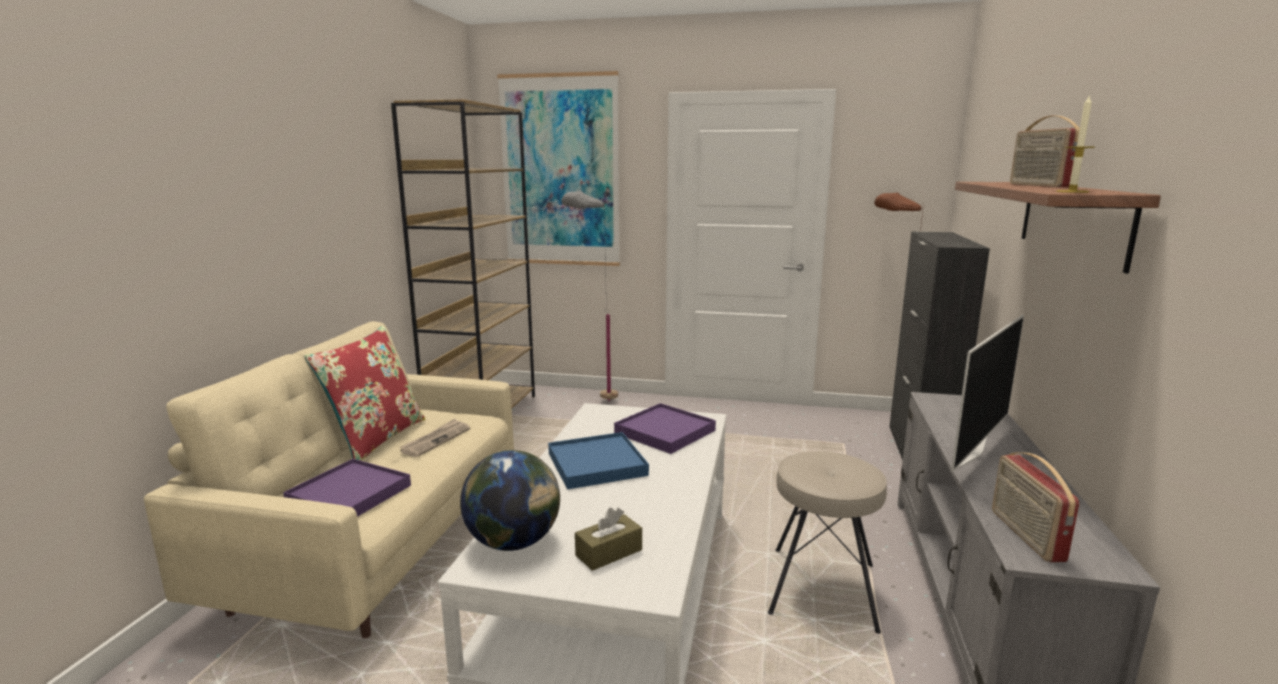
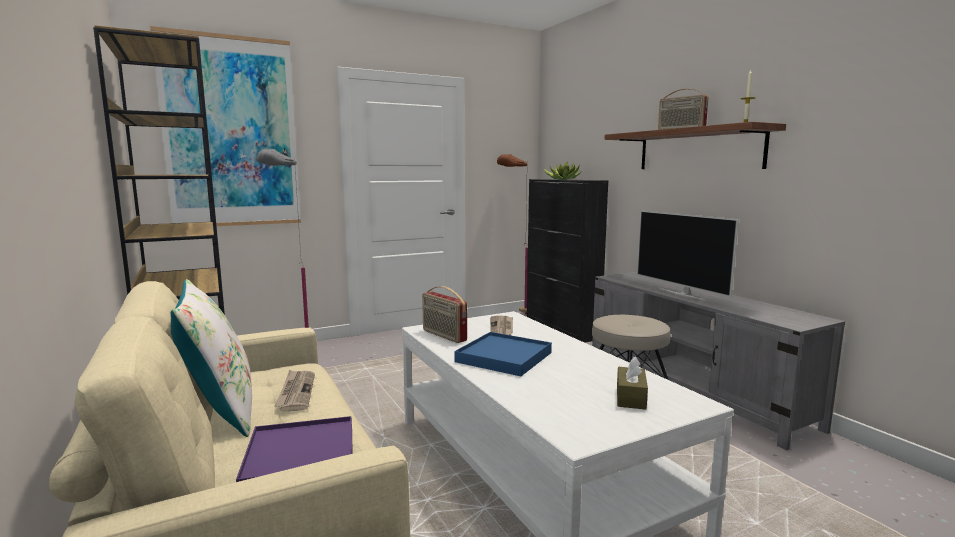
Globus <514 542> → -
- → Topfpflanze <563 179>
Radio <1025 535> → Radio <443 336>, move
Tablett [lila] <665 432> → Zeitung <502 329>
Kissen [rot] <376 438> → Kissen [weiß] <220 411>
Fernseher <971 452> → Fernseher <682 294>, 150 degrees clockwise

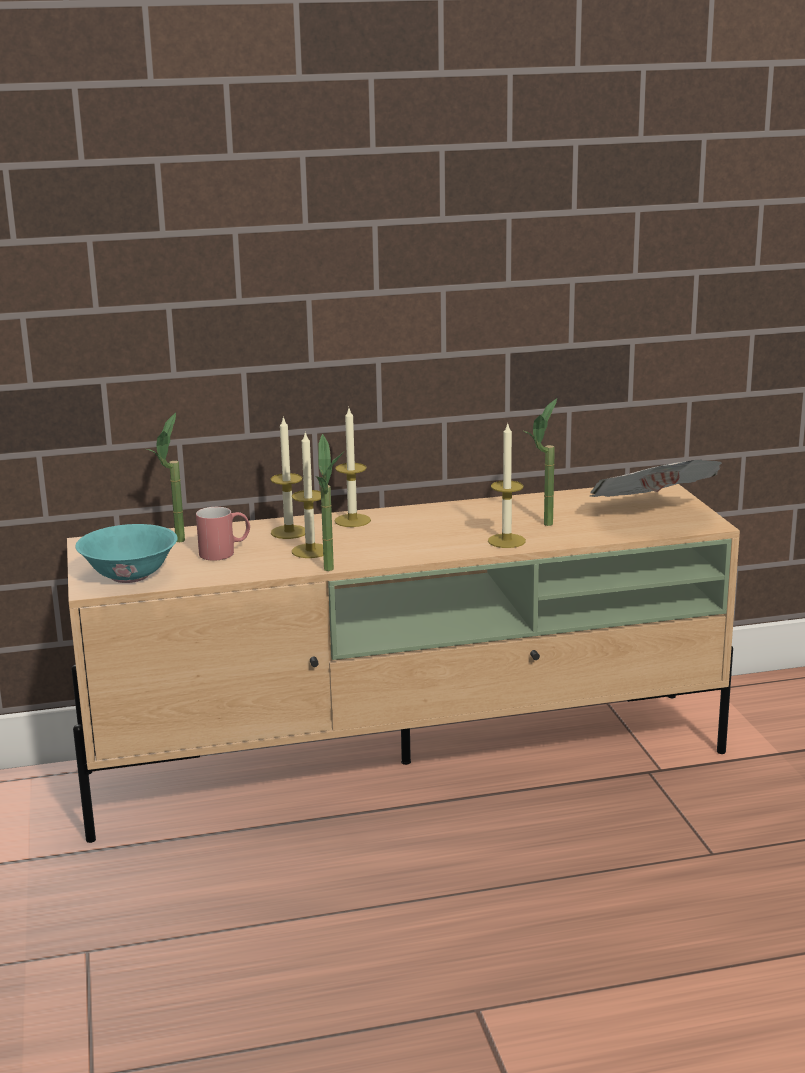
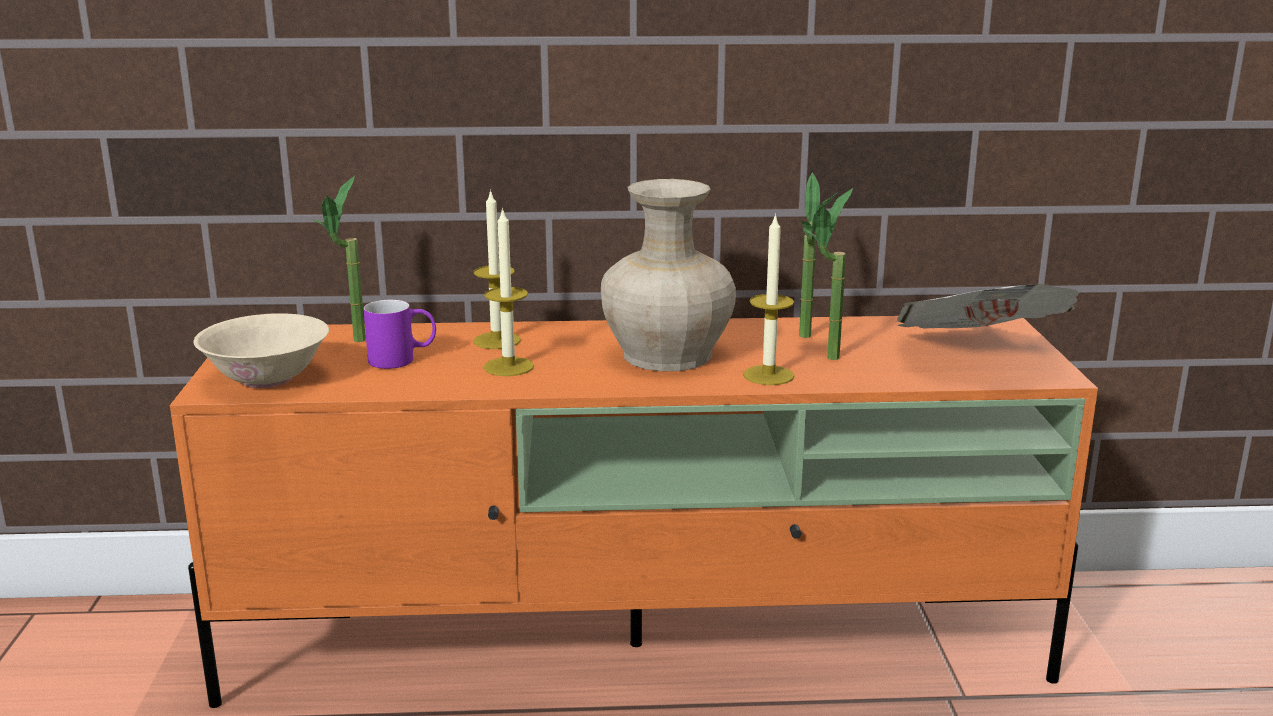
Kerze <352 520> → -
- → Vase [beige] <669 356>
Topfpflanze <332 572> → Topfpflanze <809 340>, move
Fernsehschrank [beige] <410 762> → Fernsehschrank [orange] <641 644>
Schüssel [türkis] <130 575> → Schüssel [beige] <268 378>
Henkelbecher [rot] <225 552> → Henkelbecher [lila] <403 359>

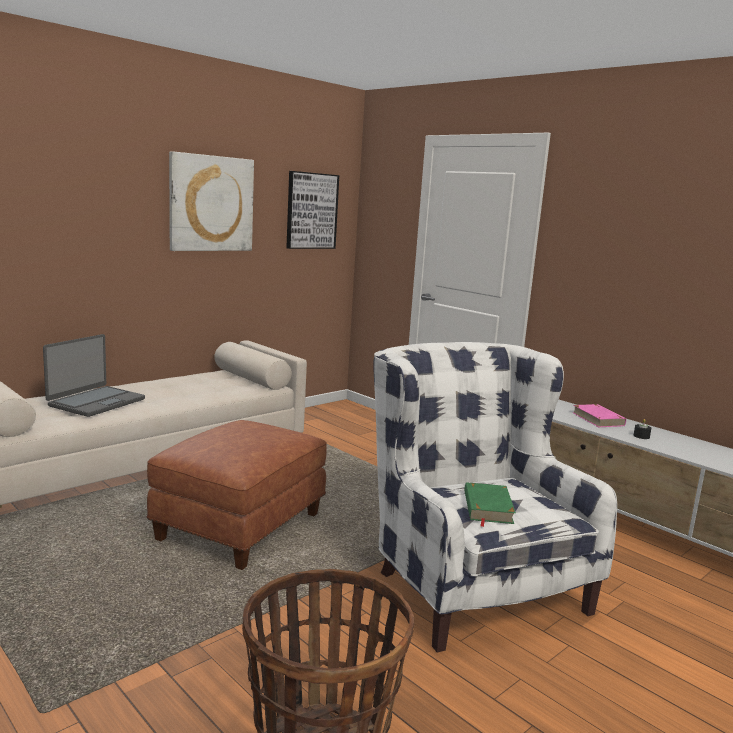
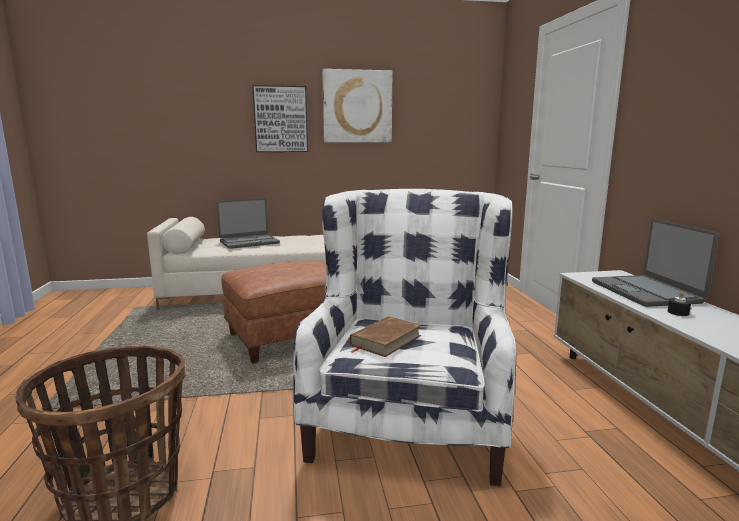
Bild <311 211> → Bild <280 119>, move
Buch [rosa] <598 419> → Laptop <645 292>
Buch [grün] <487 508> → Buch [braun] <385 340>

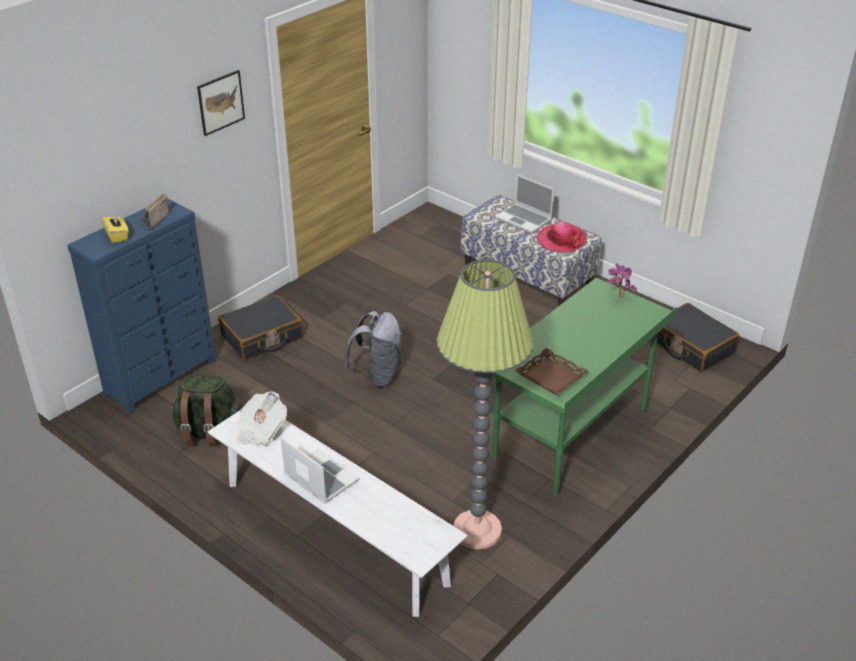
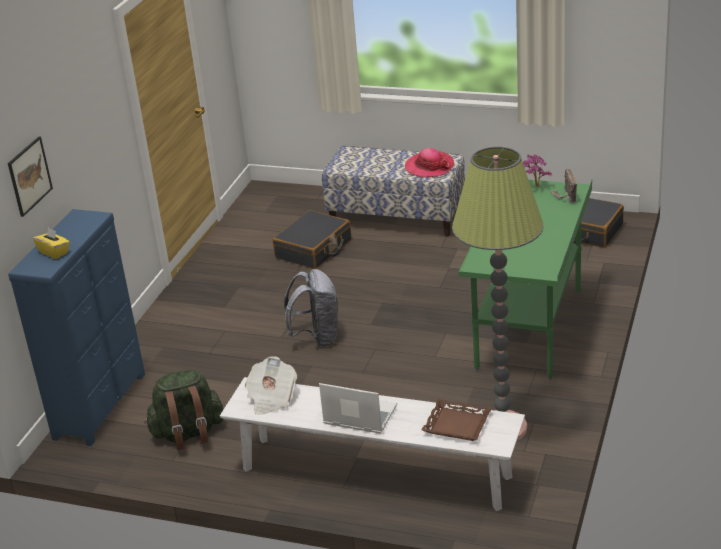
Laptop <524 219> → -
Radio <153 221> → Radio <565 196>, move
Bild <220 102> → Bild <29 176>, move
Koffer [schwarz] <262 337> → Koffer [schwarz] <314 249>, move
Tablett [braun] <550 376> → Tablett [braun] <457 425>, move

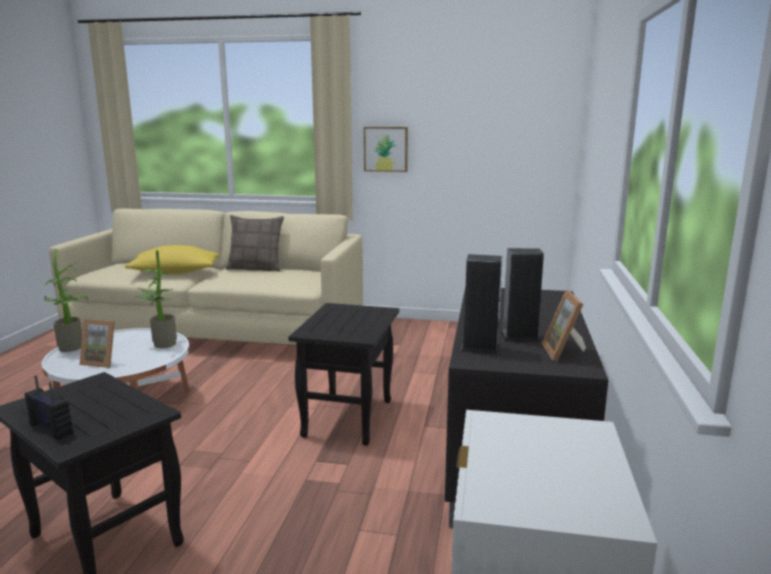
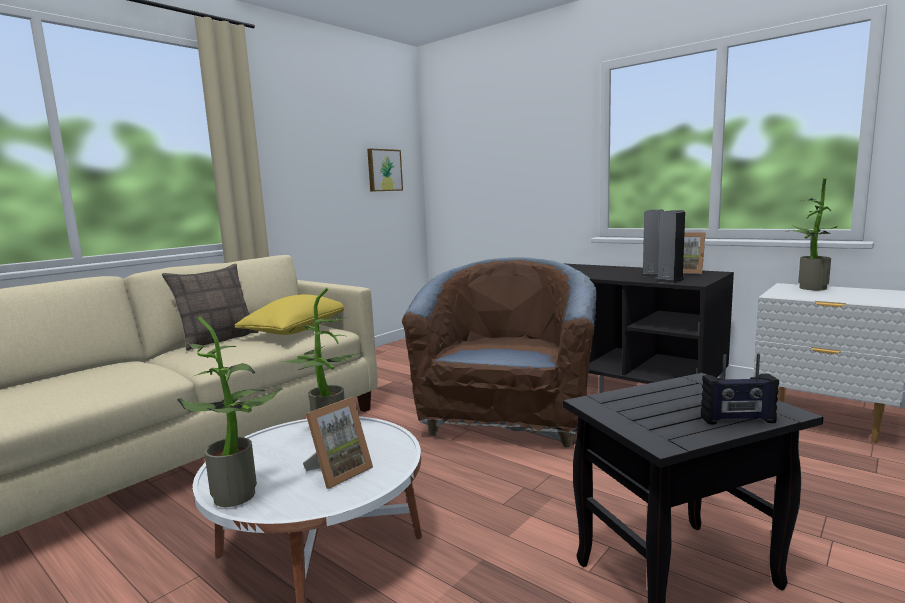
- → Topfpflanze <808 288>
Kissen [gelb] <175 273> → Kissen [gelb] <298 331>, move
Bild <386 149> → Bild <384 170>, move
Beistelltisch [schwarz] <348 420> → Sessel [braun] <508 420>
Radio <52 429> → Radio <738 420>, 150 degrees counterclockwise

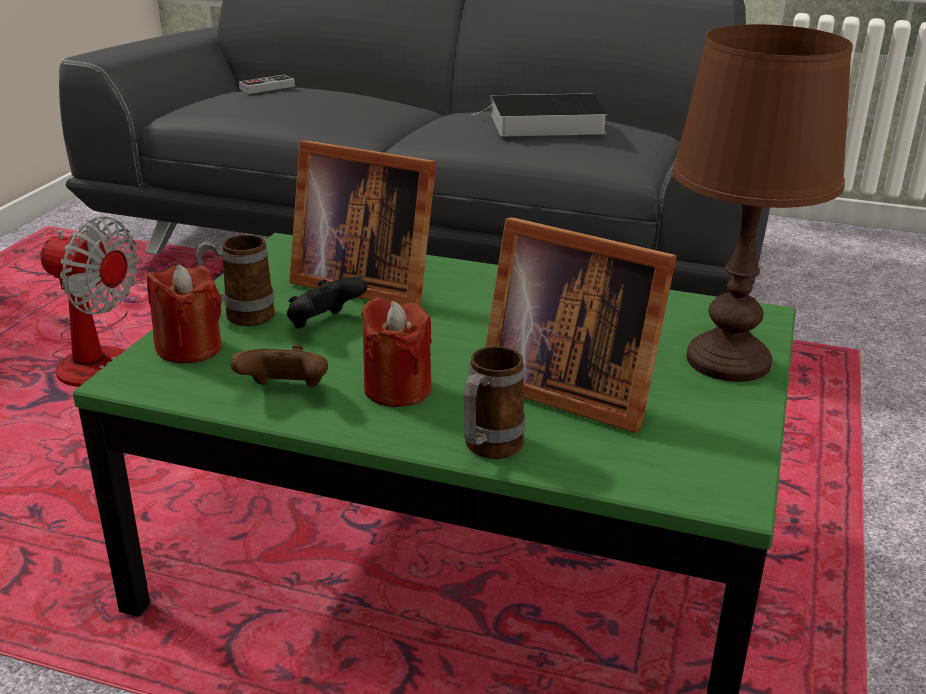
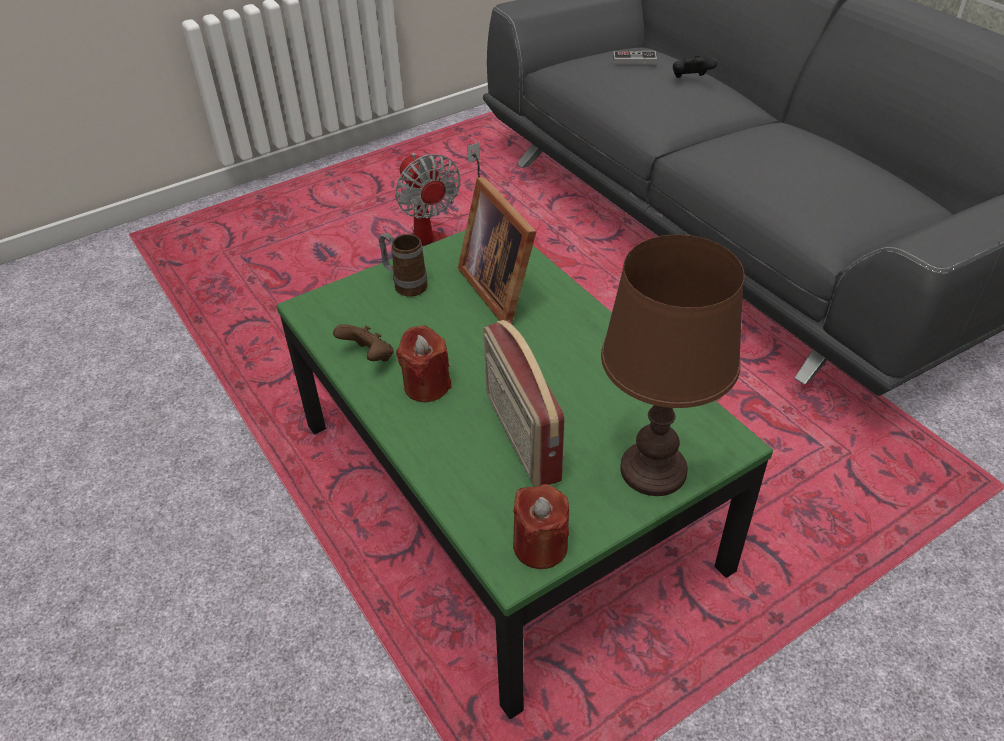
Henkelbecher <487 450> → -
Buch <543 124> → -
Kerze [rot] <189 348> → Kerze [rot] <540 546>, move
Gamepad [schwarz] <324 324> → Gamepad [schwarz] <690 79>, move
Bilderrahmen <567 389> → Radio <520 437>

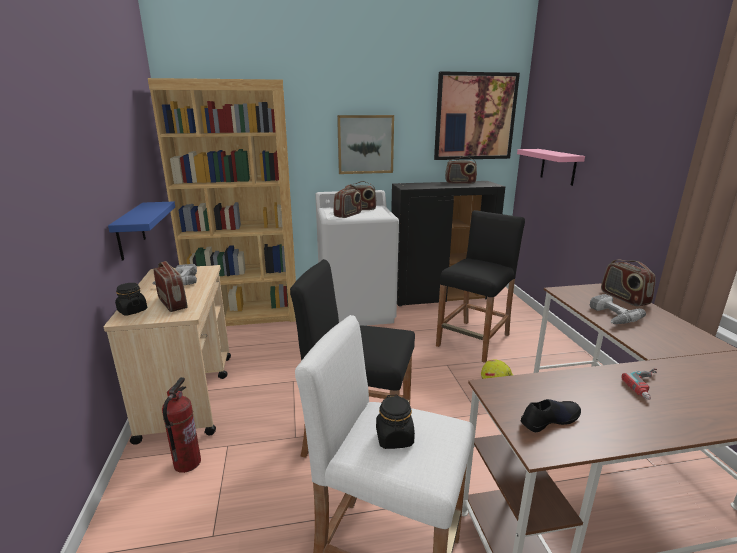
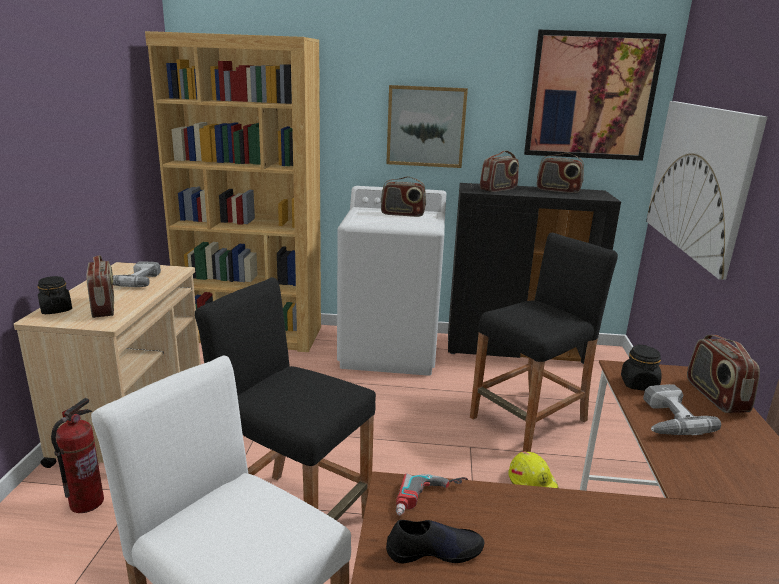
Wandregal [blau] <130 231> → -
Radio <348 215> → Radio <498 189>, move
Vorratsglas [schwarz] <394 438> → Vorratsglas [schwarz] <639 384>, move
Bohrmaschine <650 387> → Bohrmaschine <431 500>, move
Wandregal [rosa] <558 166> → Bild <698 179>

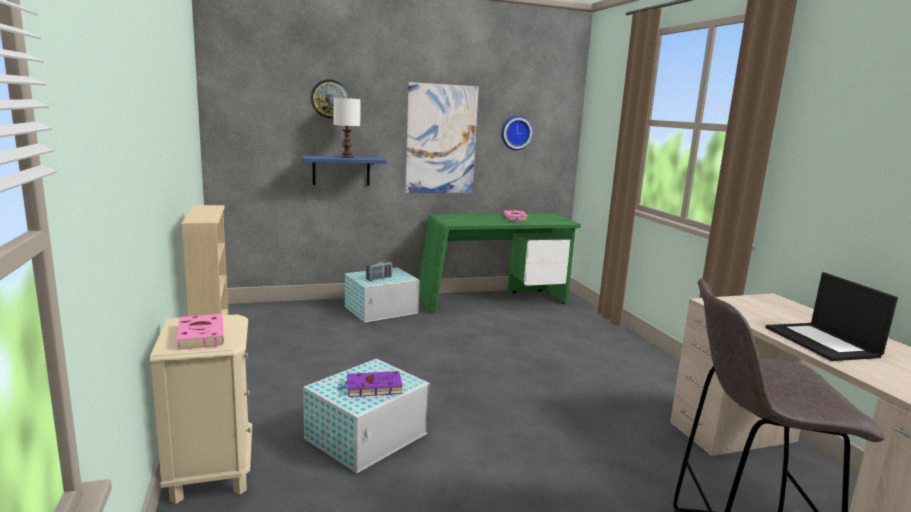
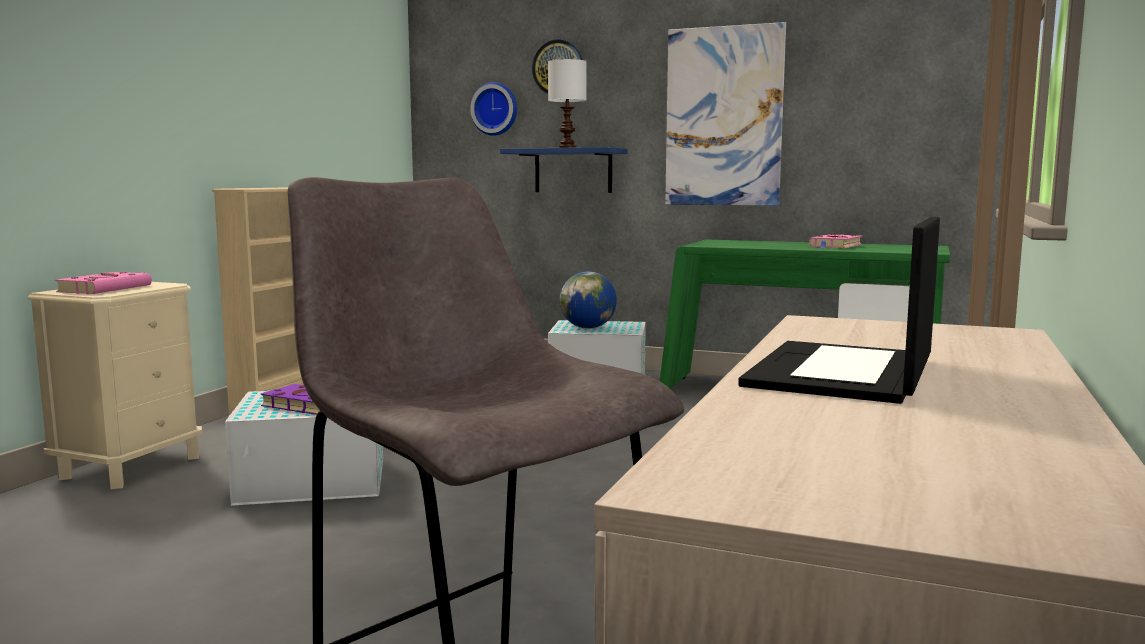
Wanduhr <515 133> → Wanduhr <495 109>, move
Radio <379 278> → Globus <588 328>

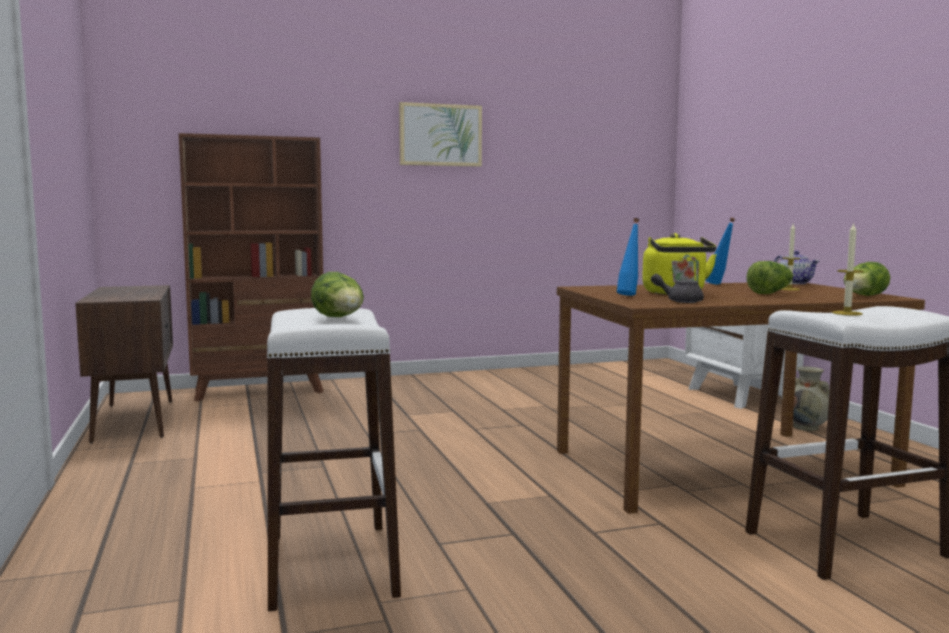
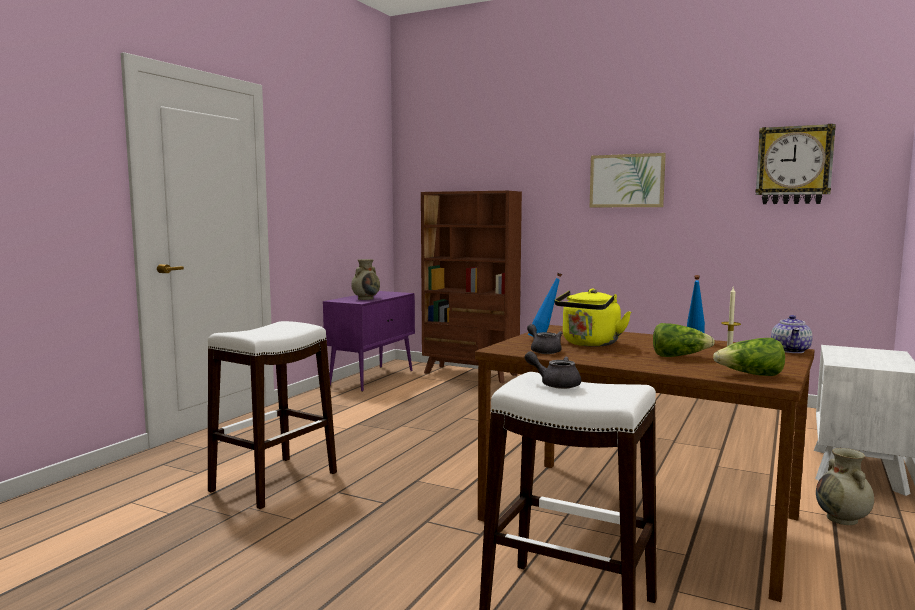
Salatkopf <340 318> → -
- → Vase [beige] <366 298>
- → Wanduhr <794 165>
Kerze <847 313> → Teekanne [grau] <555 384>
Schrank [braun] <134 420> → Schrank [lila] <372 378>

